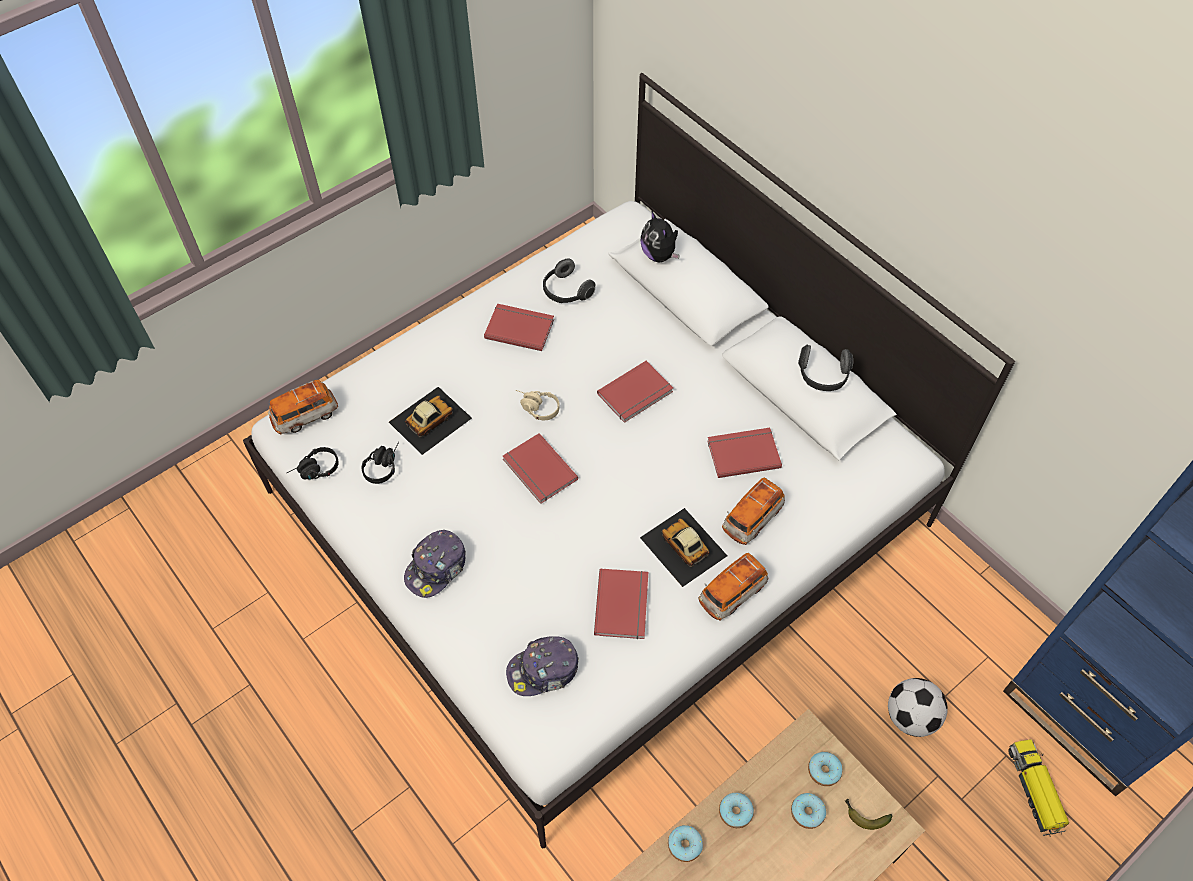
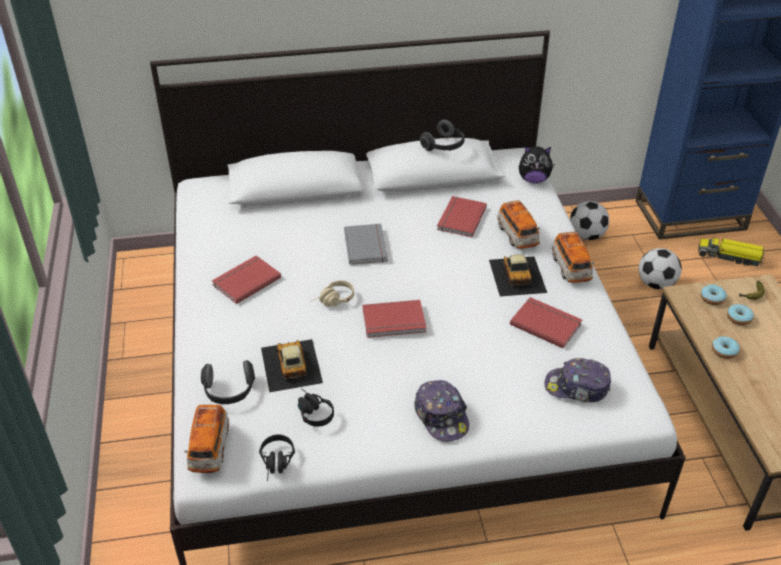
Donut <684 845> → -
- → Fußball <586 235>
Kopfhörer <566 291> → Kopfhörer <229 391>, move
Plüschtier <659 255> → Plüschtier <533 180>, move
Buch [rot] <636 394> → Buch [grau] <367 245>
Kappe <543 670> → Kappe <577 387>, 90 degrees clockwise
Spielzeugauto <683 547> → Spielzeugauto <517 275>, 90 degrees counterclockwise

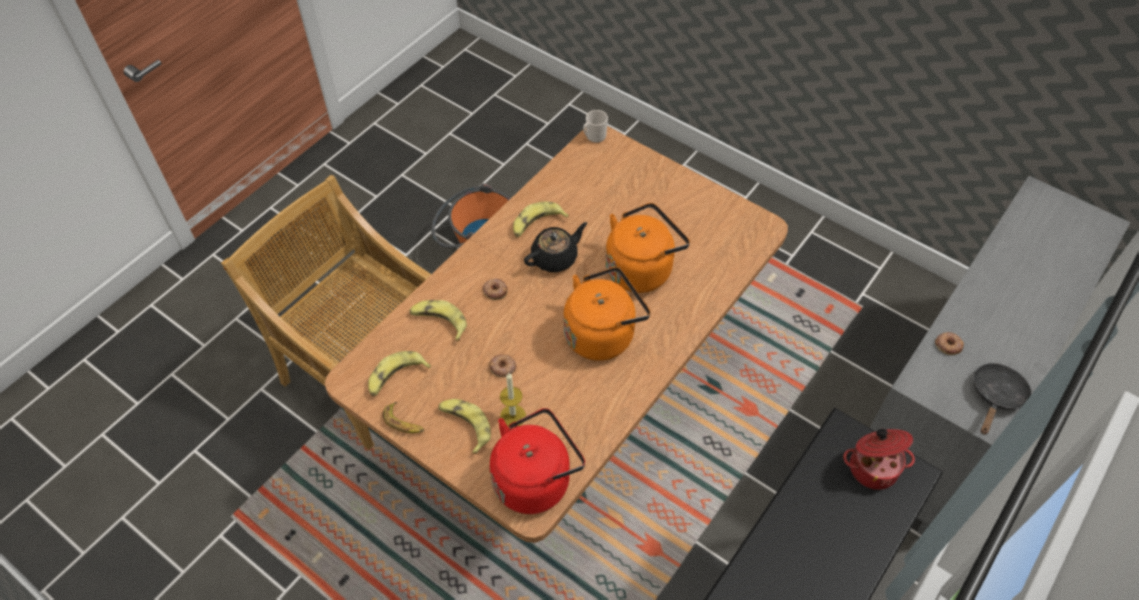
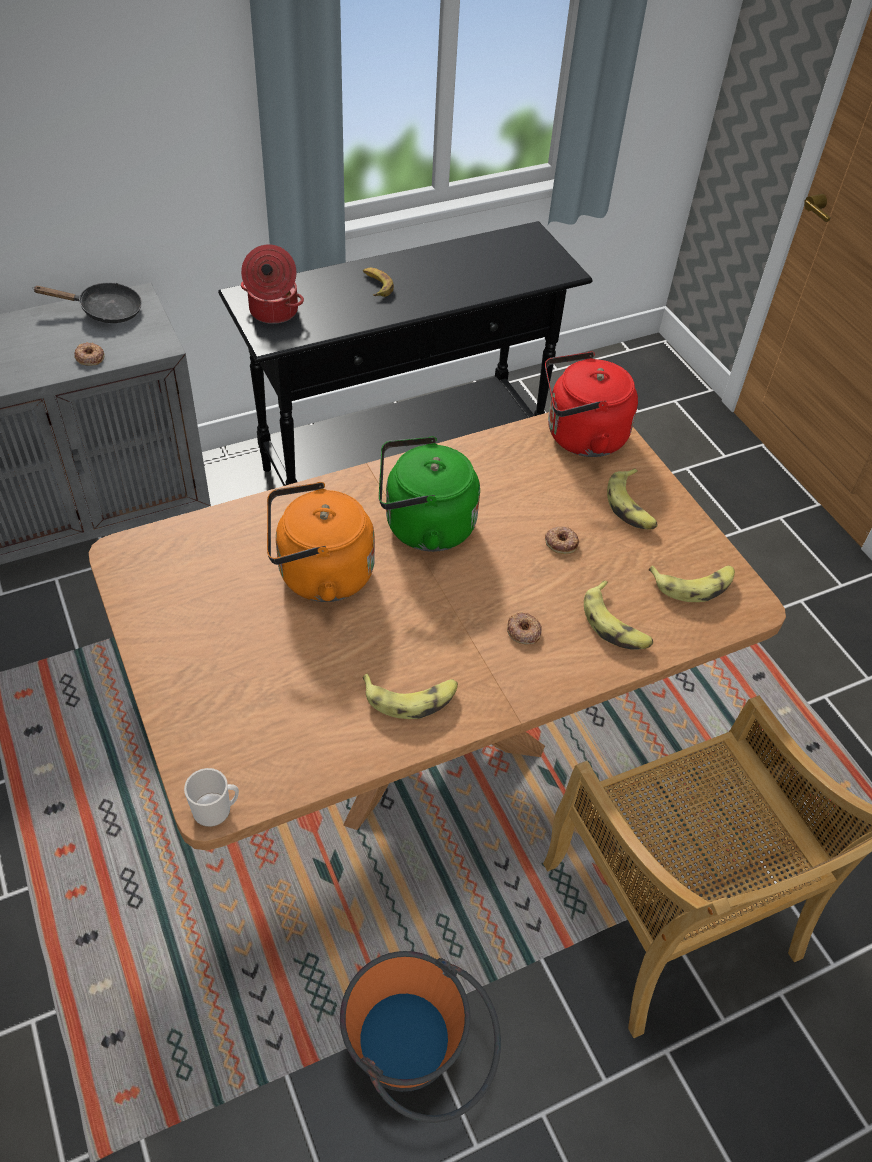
Kerze <513 416> → -
Teekanne [schwarz] <555 258> → -
Banane <404 422> → Banane <376 285>, move
Wasserkessel [orange] <602 333> → Wasserkessel [grün] <423 527>
Pfanne [schwarz] <996 397> → Pfanne [schwarz] <104 311>, 150 degrees counterclockwise

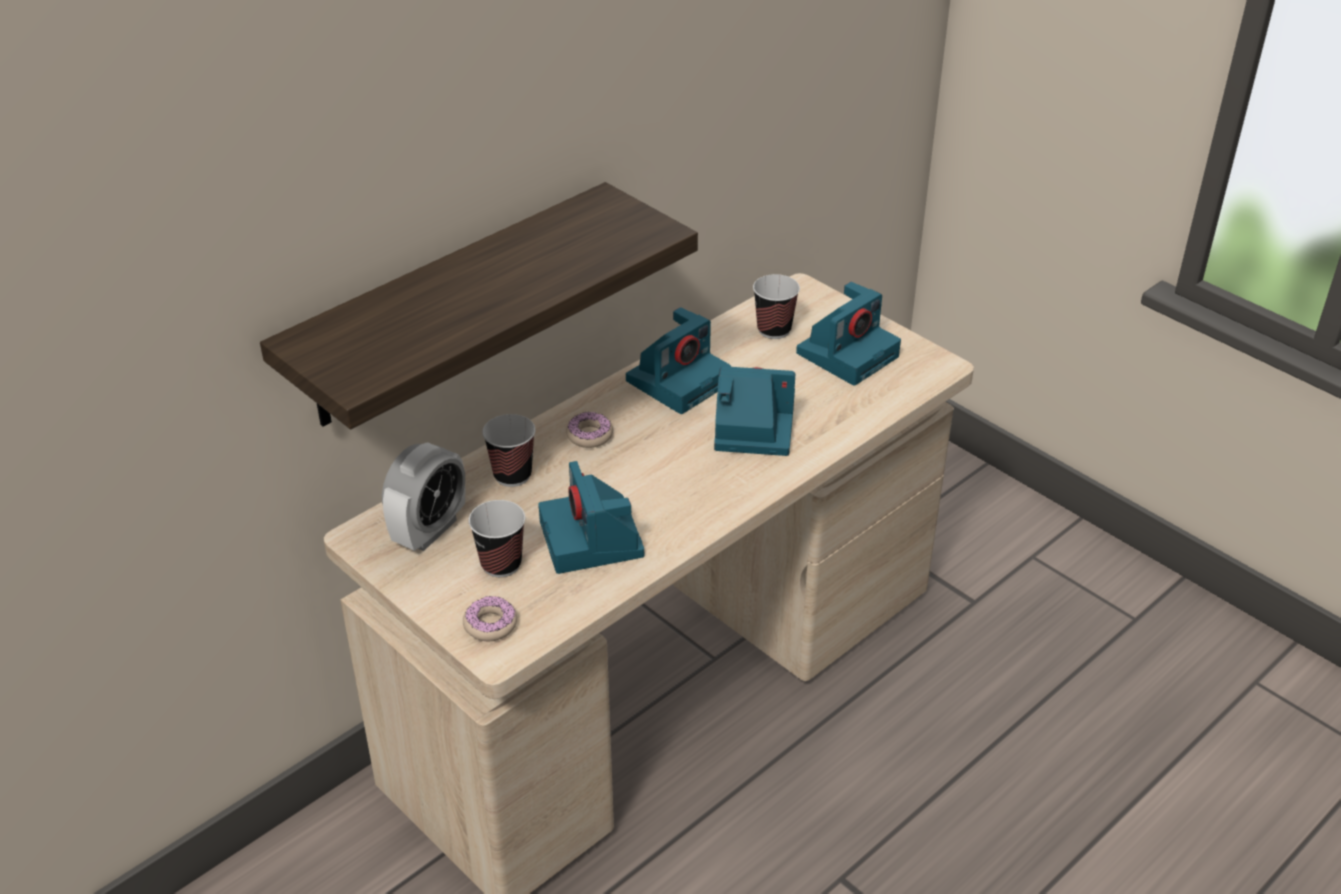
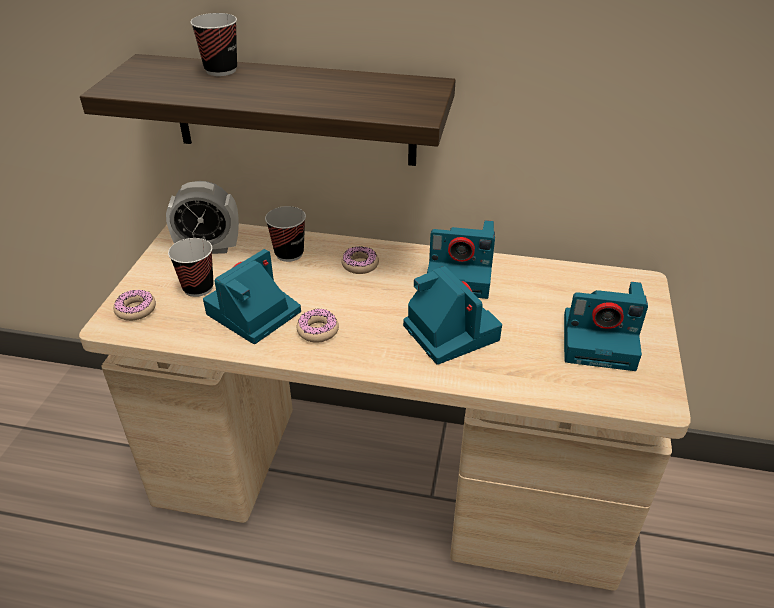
- → Donut <318 330>
Tasse <774 330> → Tasse <221 70>, move

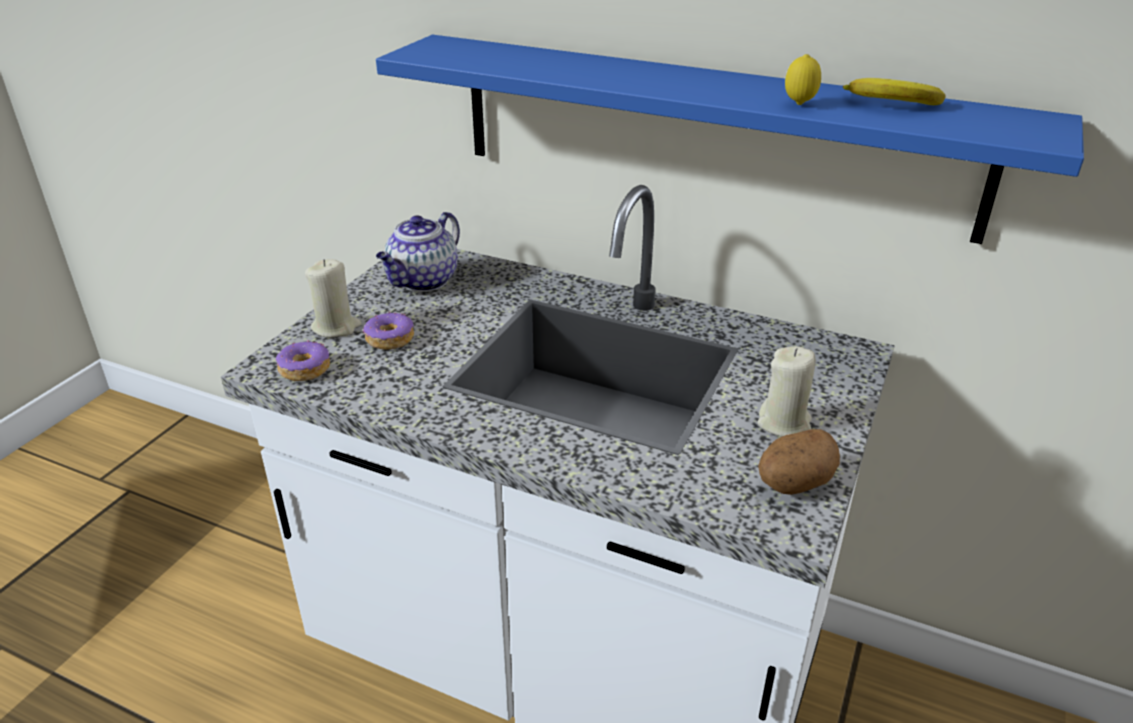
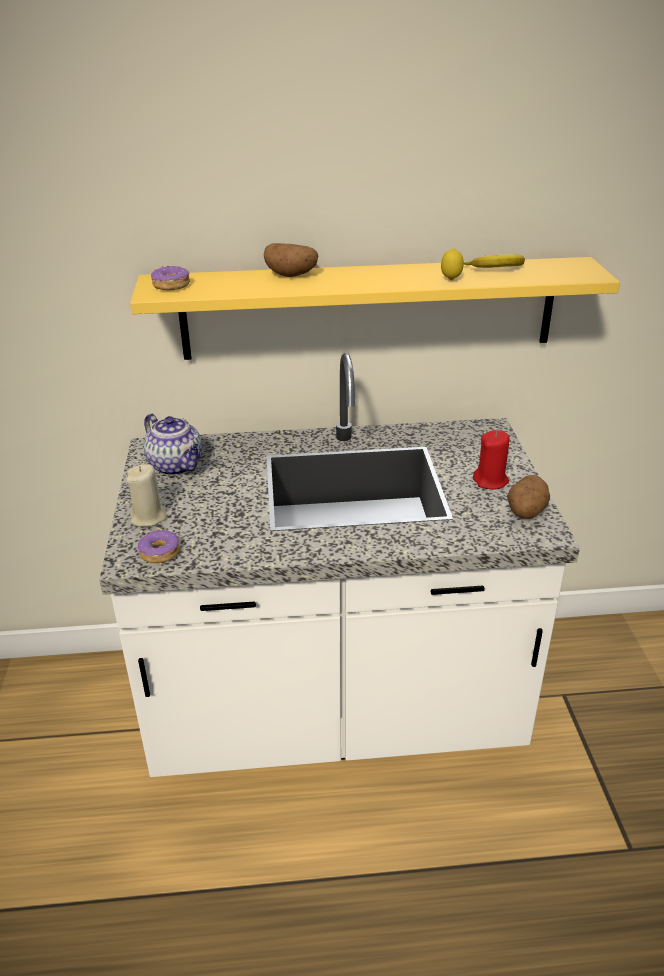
- → Kartoffel <291 275>
Donut <389 339> → Donut <171 285>, move
Wandregal [blau] <709 133> → Wandregal [gelb] <369 308>
Kerze [beige] <784 423> → Kerze [rot] <491 481>
Teekanne <423 281> → Teekanne <177 466>, 45 degrees counterclockwise

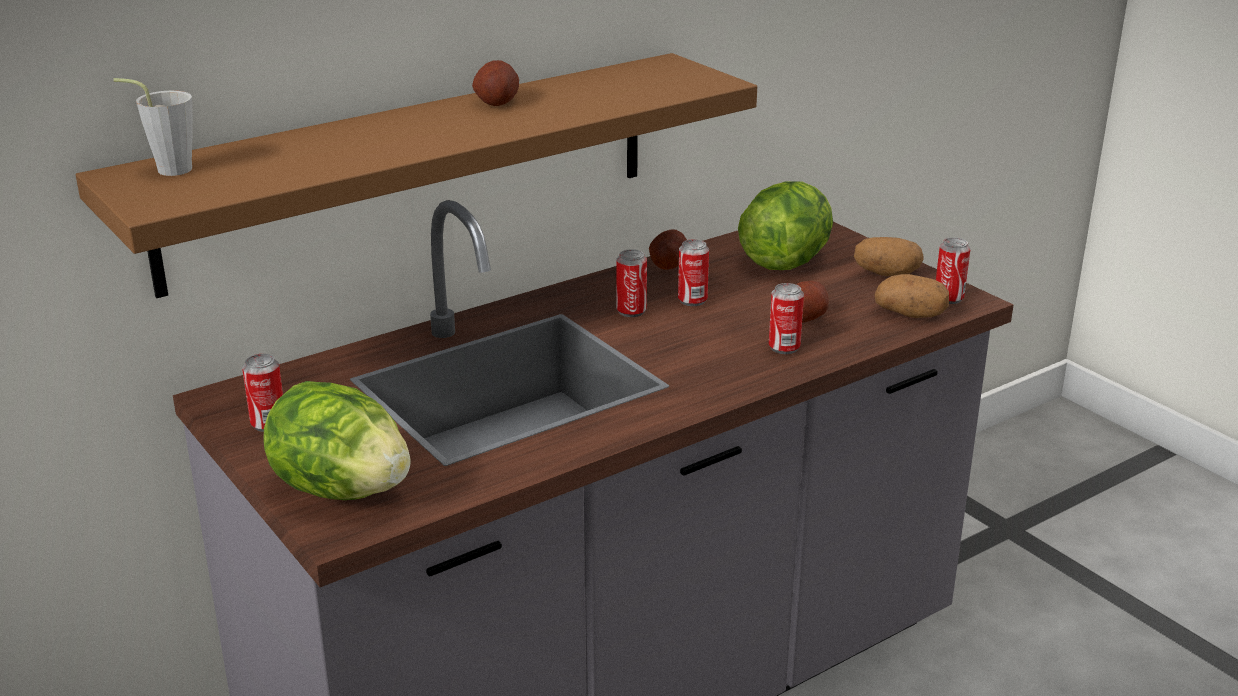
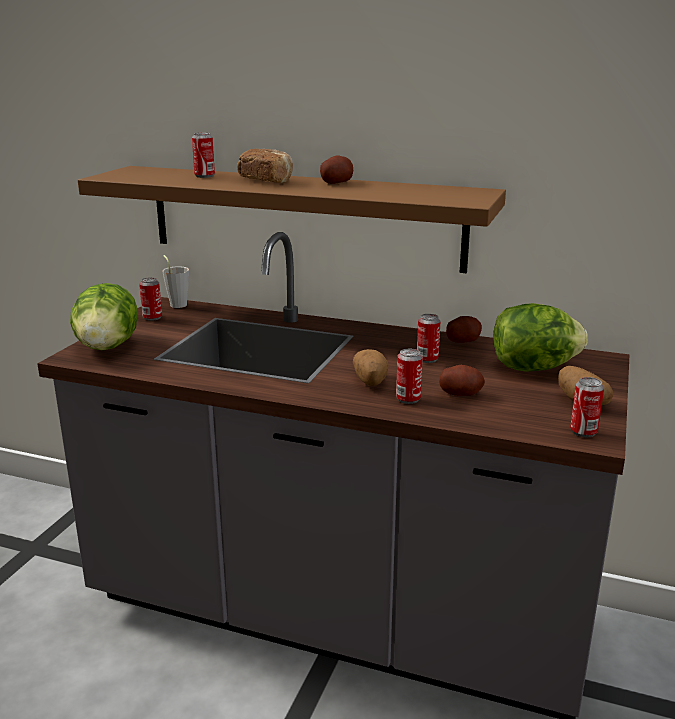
- → Brot <267 181>
Tasse [grau] <167 169> → Tasse [grau] <177 304>, move
Dose <631 311> → Dose <204 176>, move
Kartoffel <910 314> → Kartoffel <371 381>, move

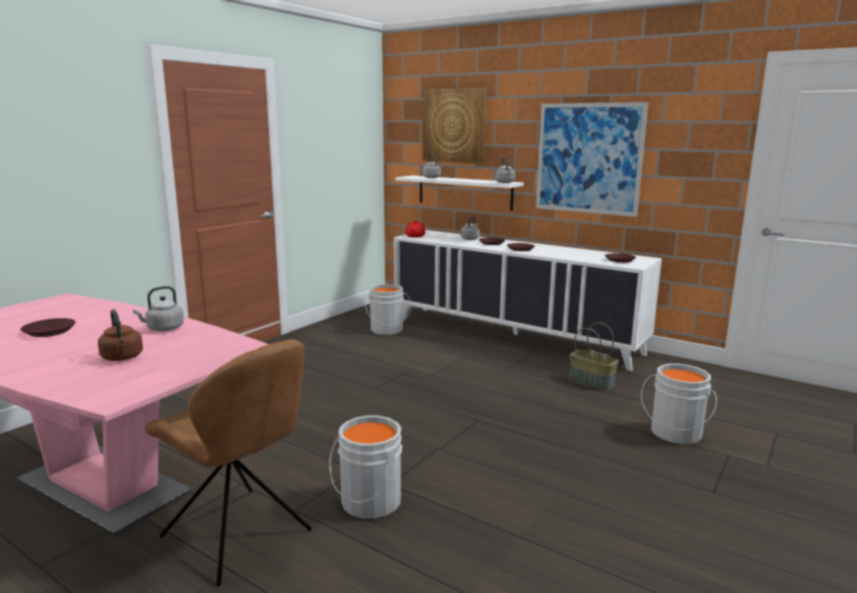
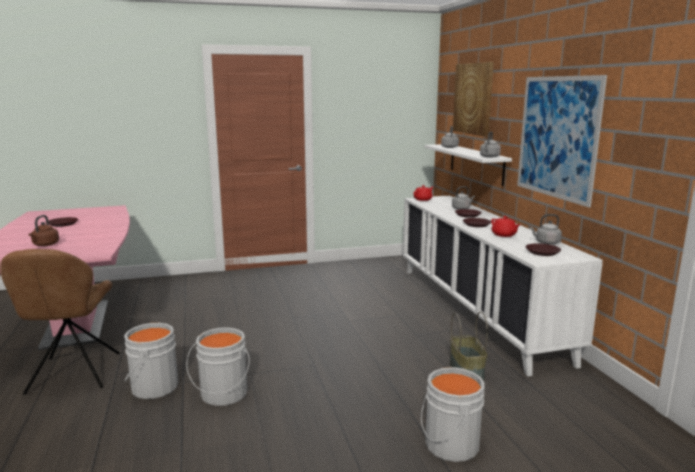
- → Teekanne [rot] <504 235>
Wasserkessel [grau] <163 329> → Wasserkessel [grau] <546 243>, move
Eimer [grau] <387 330> → Eimer [grau] <222 394>, move

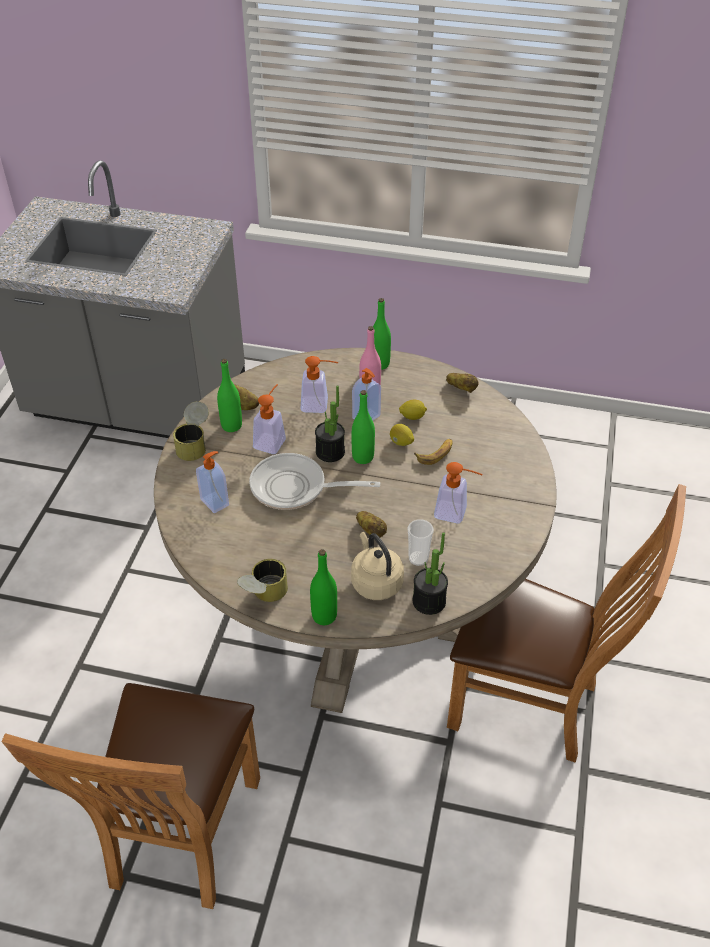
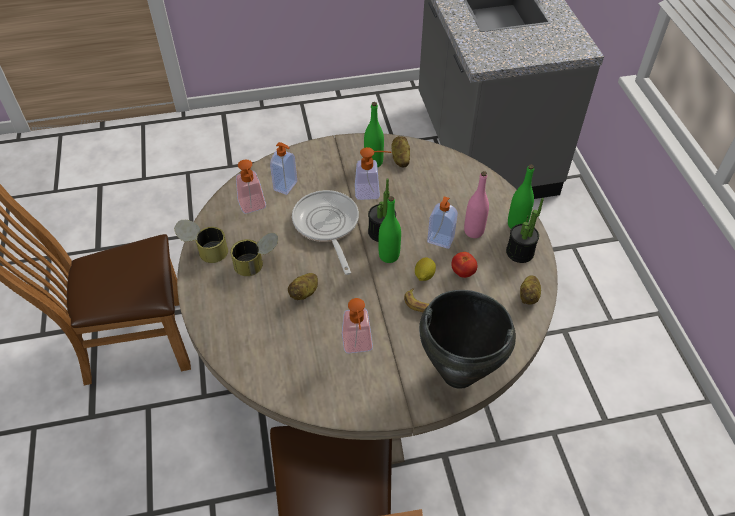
Flasche [grün] <324 616> → -
Wasserkessel [beige] <375 582> → -
Tasse <418 558> → -
- → Kochtopf [schwarz] <458 373>
Dose <194 444> → Dose <257 264>, move
Seifenspender <320 405> → Seifenspender <253 207>, move
Topfpflanze <429 601> → Topfpflanze <520 252>, move
Zitrone <412 417> → Tomate <463 272>

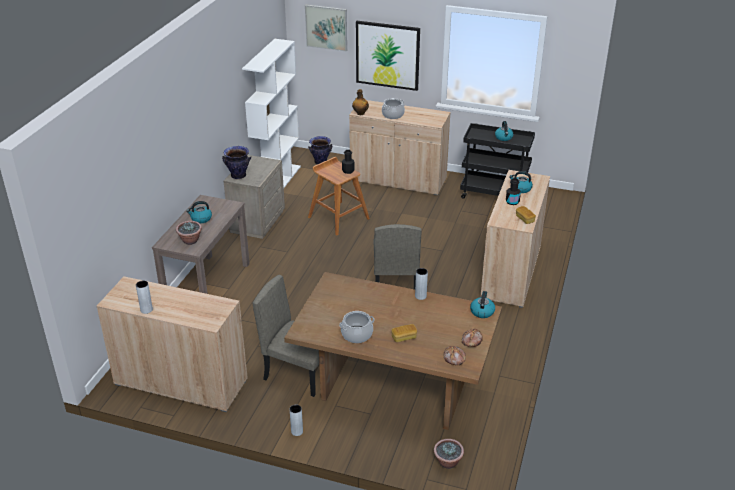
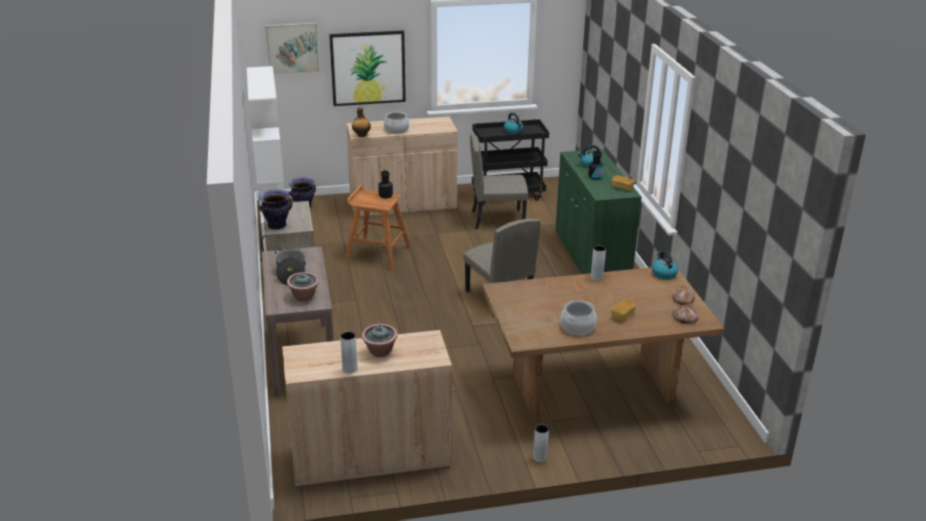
Stuhl [beige] <299 373> → Stuhl [beige] <497 219>, move
Topfpflanze <448 463> → Topfpflanze <380 352>, move
Wasserkessel <201 219> → Kochtopf <291 273>
Schrank [beige] <511 272> → Schrank [grün] <591 256>

